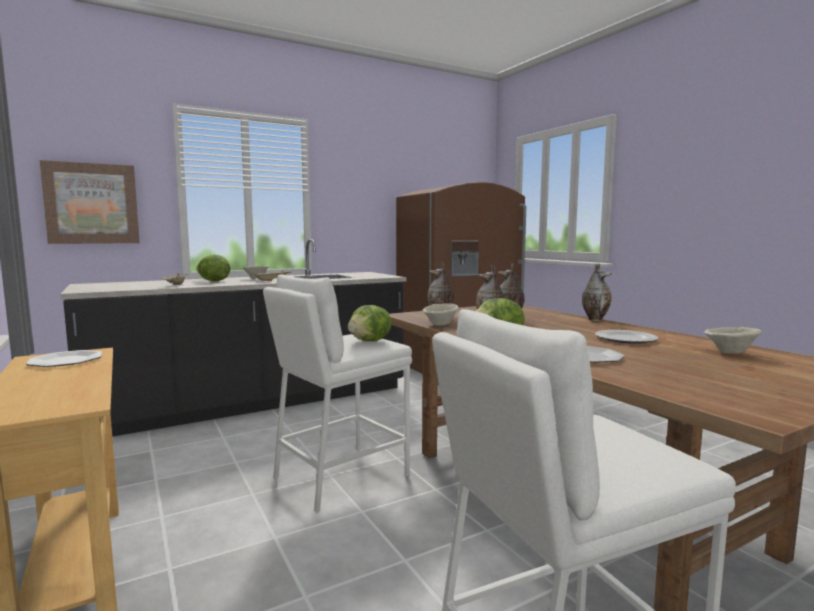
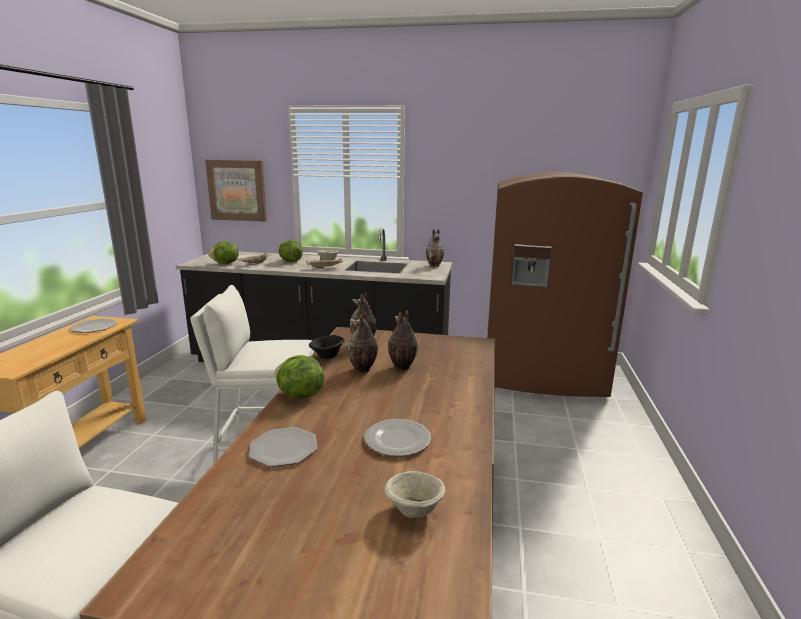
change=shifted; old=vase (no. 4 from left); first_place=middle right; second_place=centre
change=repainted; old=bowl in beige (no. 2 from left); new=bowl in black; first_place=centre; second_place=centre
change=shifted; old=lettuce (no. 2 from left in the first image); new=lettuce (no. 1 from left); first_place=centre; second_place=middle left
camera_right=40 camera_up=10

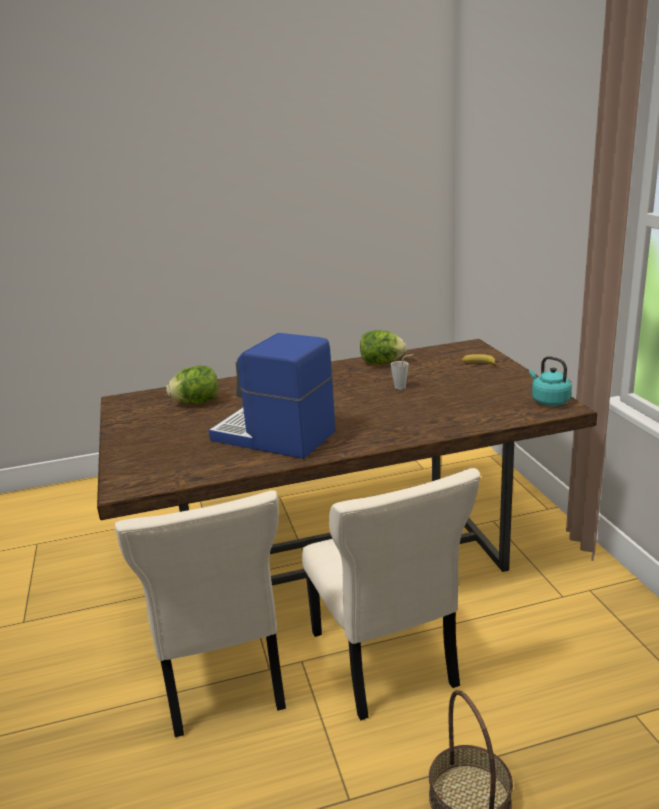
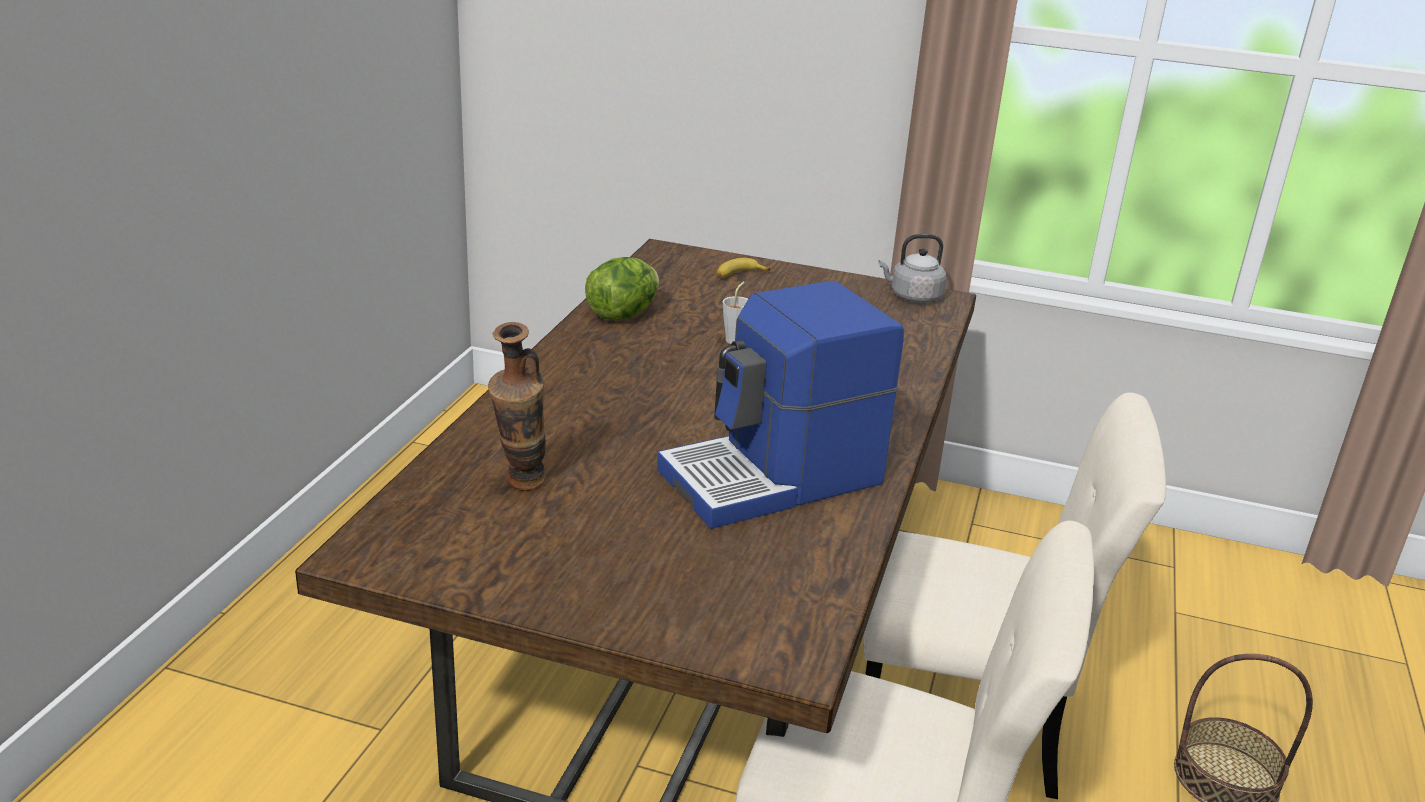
change=repainted; old=kettle in turquoise; new=kettle in grey; first_place=middle right; second_place=centre
change=swapped; old=lettuce (no. 1 from left); new=vase; first_place=middle left; second_place=centre
camera_right=-60 camera_up=5

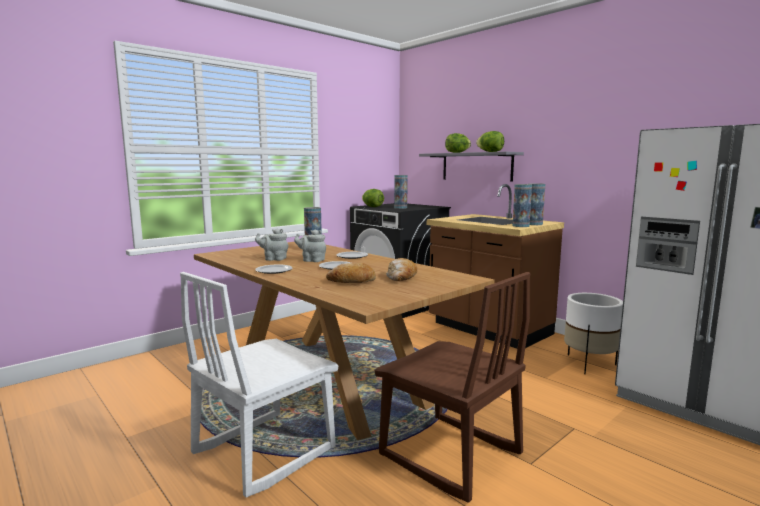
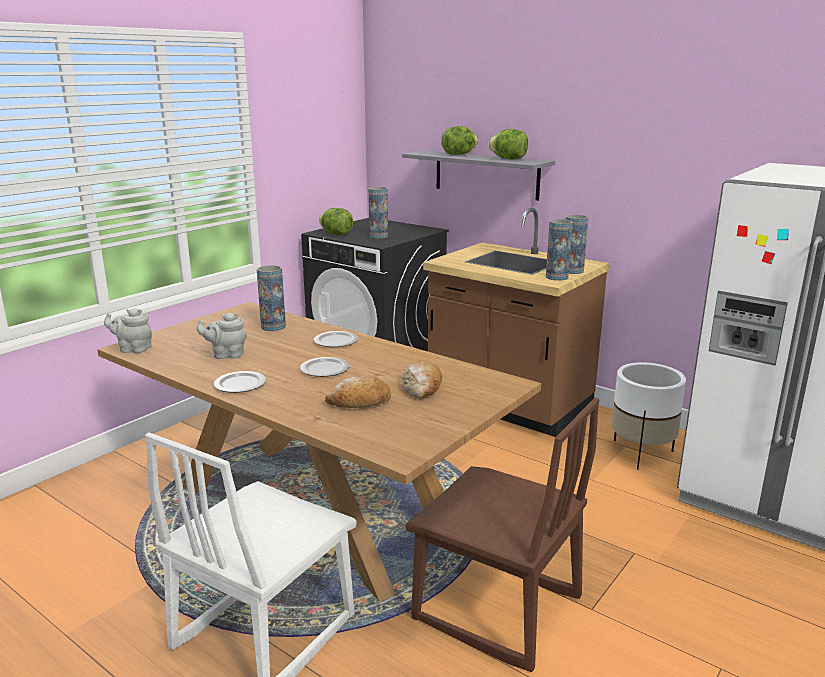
change=shifted; old=teapot in grey (no. 2 from left in the first image); new=teapot in grey (no. 1 from left); first_place=centre; second_place=middle left
camera_right=-10 camera_up=10

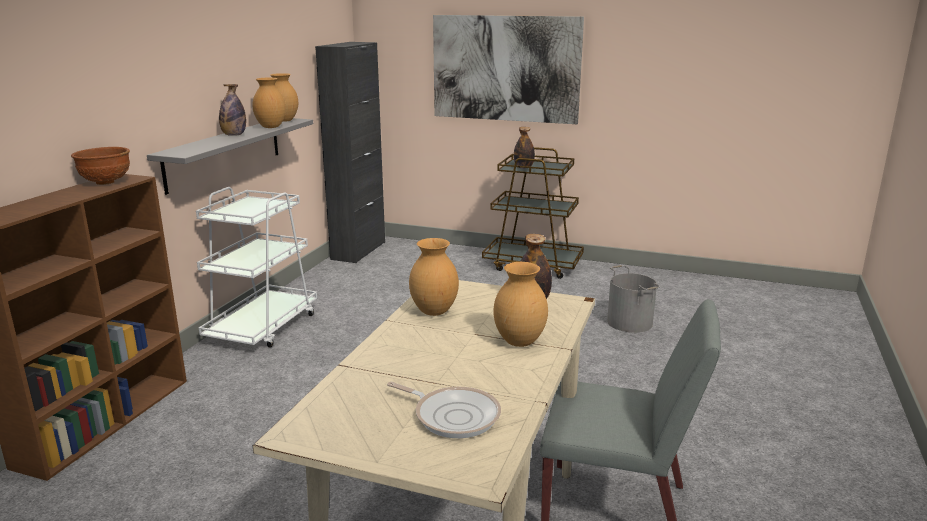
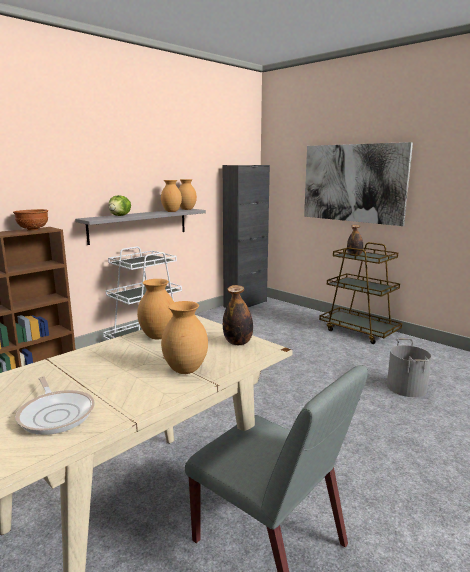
change=gone; old=bottle (no. 1 from left); first_place=top left
change=new; new=lettuce; second_place=middle left
camera_right=25 camera_up=-5

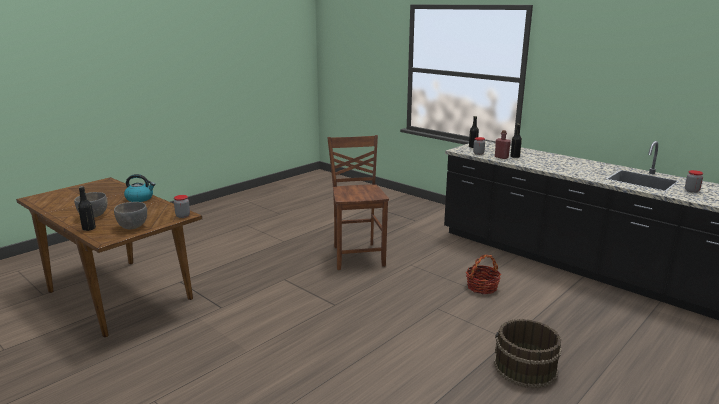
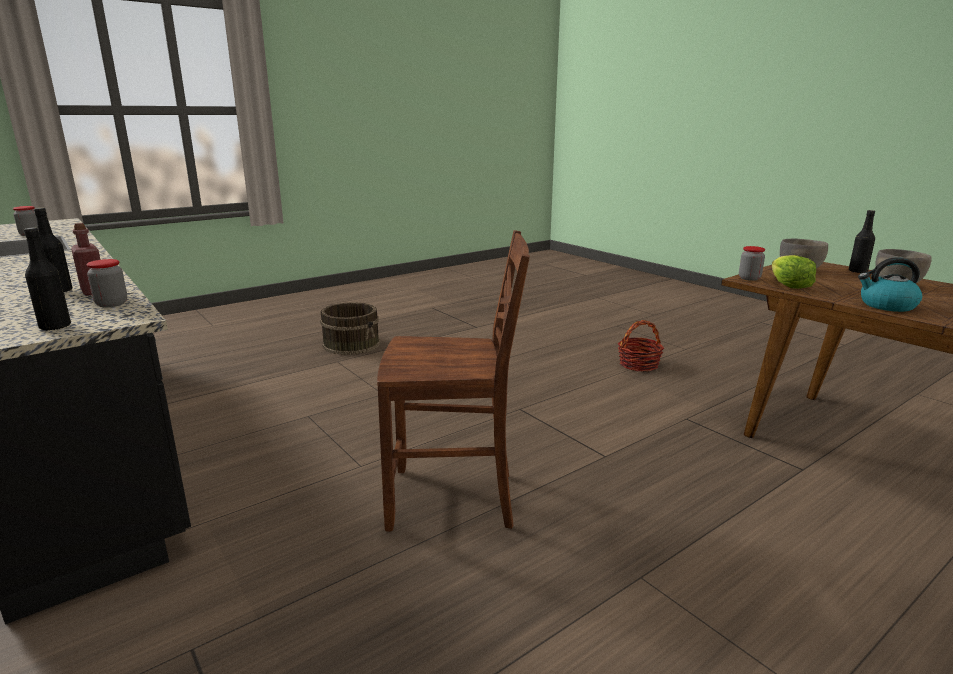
change=rotated; old=chair in brown; first_place=centre; second_place=centre; degrees=-90
change=shifted; old=basket; first_place=bottom right; second_place=middle right
change=new; new=lettuce; second_place=middle right
camera_right=-170 camera_up=0

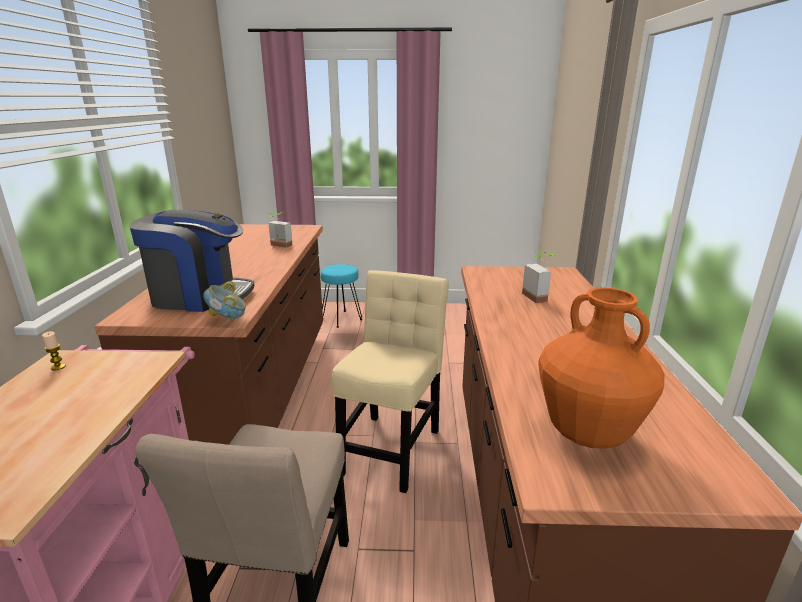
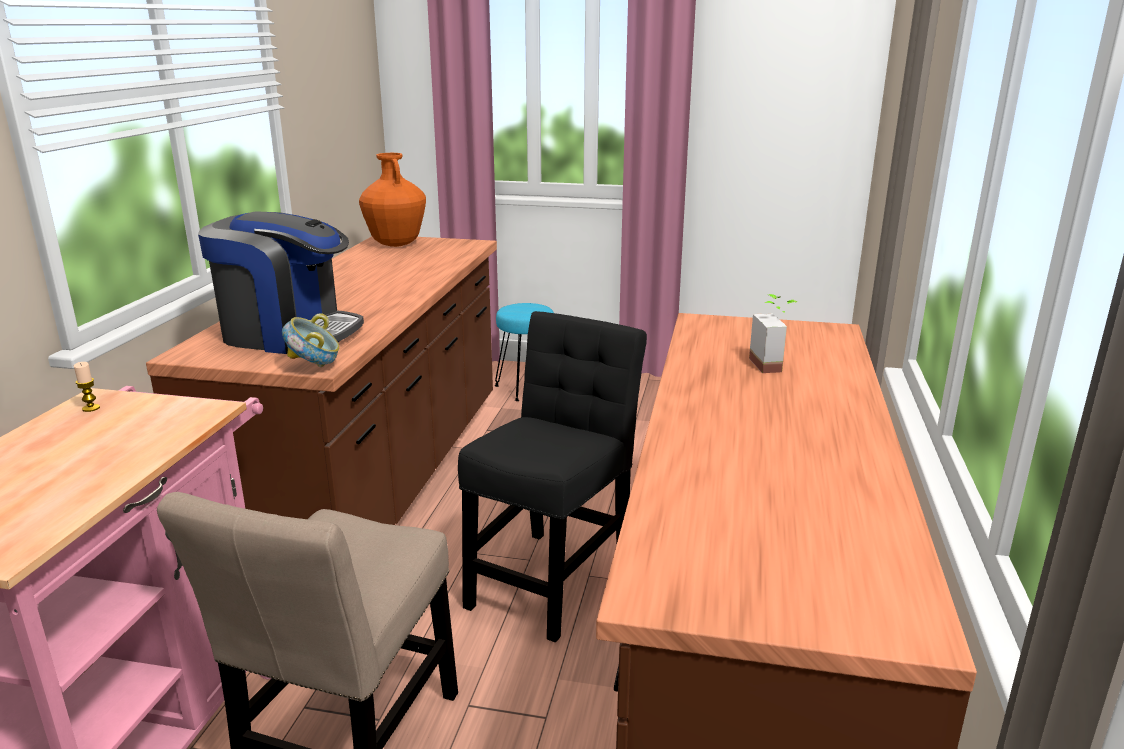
change=gone; old=potted plant (no. 1 from left); first_place=centre
change=repainted; old=chair in beige (no. 2 from left); new=chair in black; first_place=centre; second_place=centre
change=shifted; old=vase in orange; first_place=middle right; second_place=top centre
camera_right=10 camera_up=0

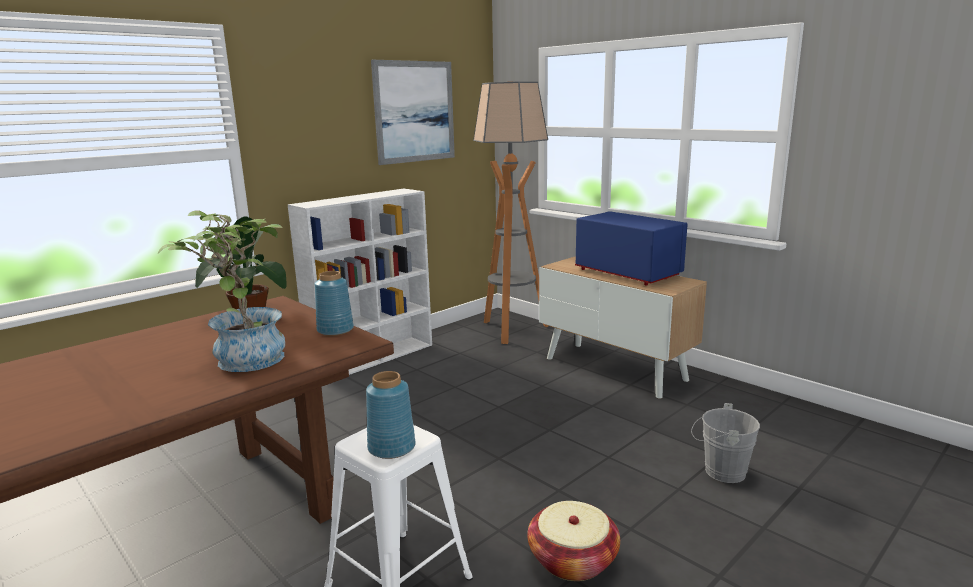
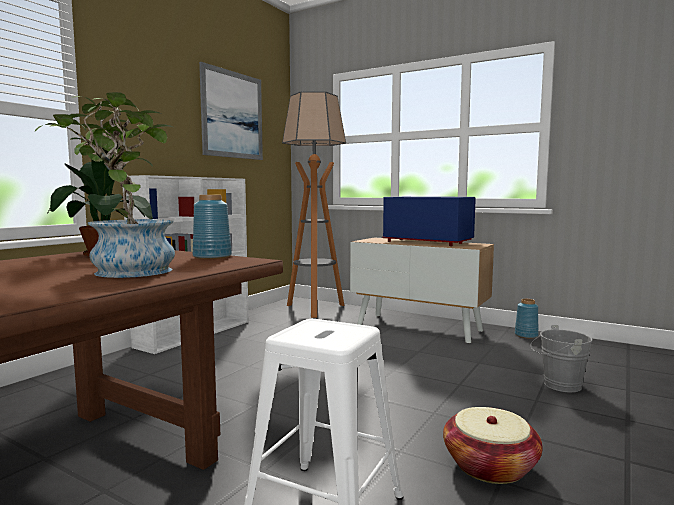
change=shifted; old=vase in blue (no. 2 from left); first_place=bottom centre; second_place=middle right
camera_right=-15 camera_up=-10

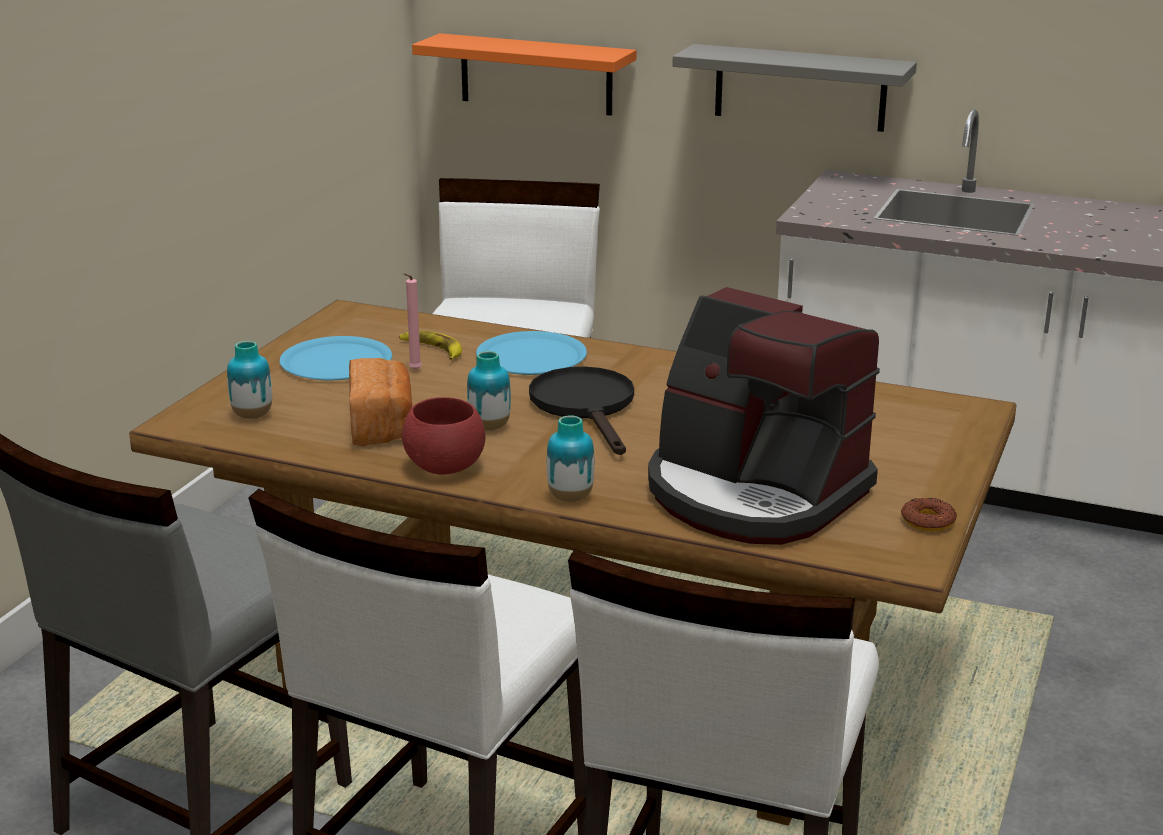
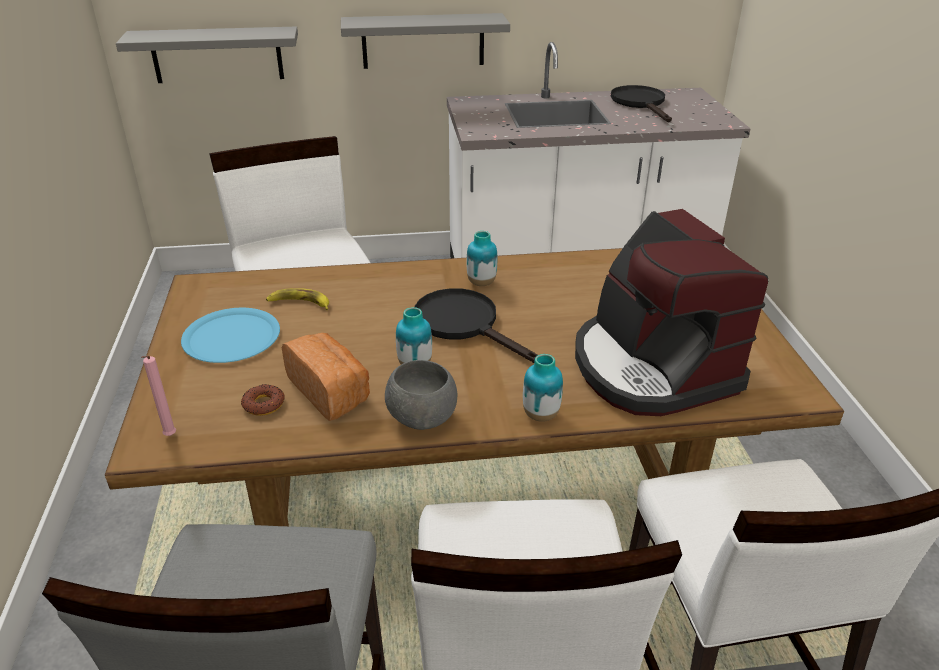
change=repainted; old=shelf in orange; new=shelf in grey (no. 1 from left); first_place=top centre; second_place=top left
change=shifted; old=candle in pink; first_place=centre; second_place=middle left
change=rotated; old=coffee machine; first_place=centre; second_place=middle right; degrees=60
change=gone; old=plate in blue (no. 2 from left); first_place=centre
change=shifted; old=vase (no. 1 from left in the first image); new=vase (no. 2 from left); first_place=middle left; second_place=centre
change=repainted; old=bowl in red; new=bowl in grey; first_place=centre; second_place=centre
change=shifted; old=donut; first_place=middle right; second_place=middle left
change=new; new=frying pan in black (no. 2 from left); second_place=top right
camera_right=-30 camera_up=10

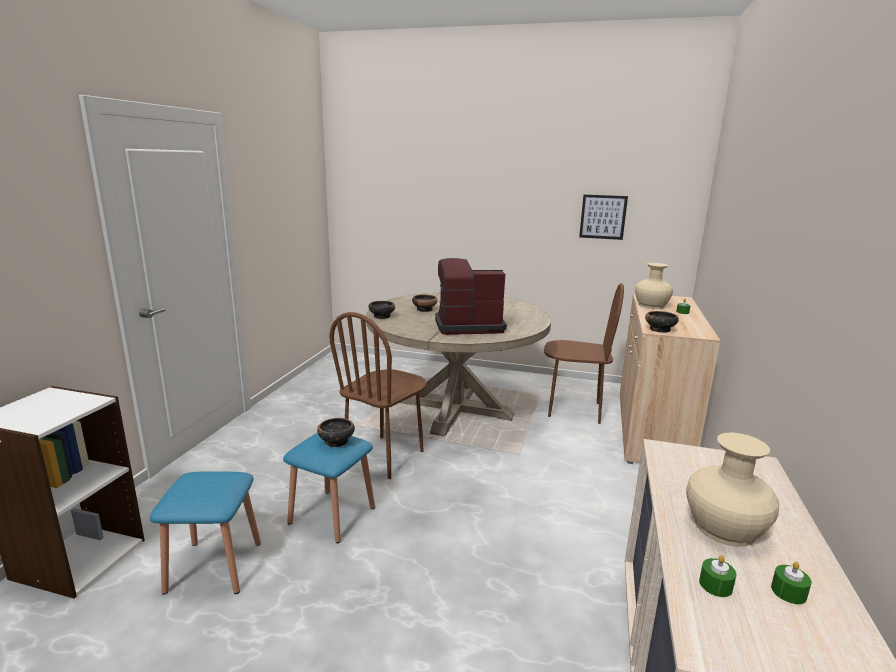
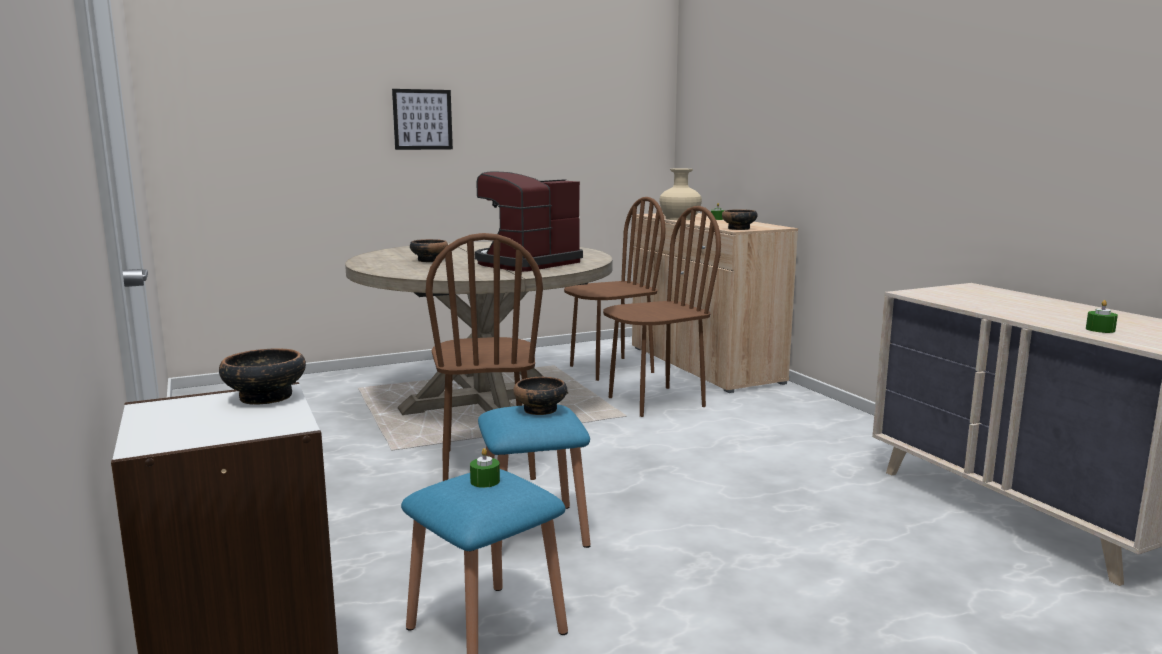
change=shifted; old=picture; first_place=top right; second_place=top centre
change=shifted; old=bowl (no. 2 from left in the first image); new=bowl (no. 1 from left); first_place=centre; second_place=middle left
change=gone; old=vase in beige (no. 2 from left); first_place=bottom right
change=shifted; old=candle in green (no. 3 from left in the first image); new=candle in green (no. 1 from left); first_place=bottom right; second_place=bottom centre
change=new; new=chair in brown (no. 3 from left); second_place=centre
camera_right=-40 camera_up=-5

